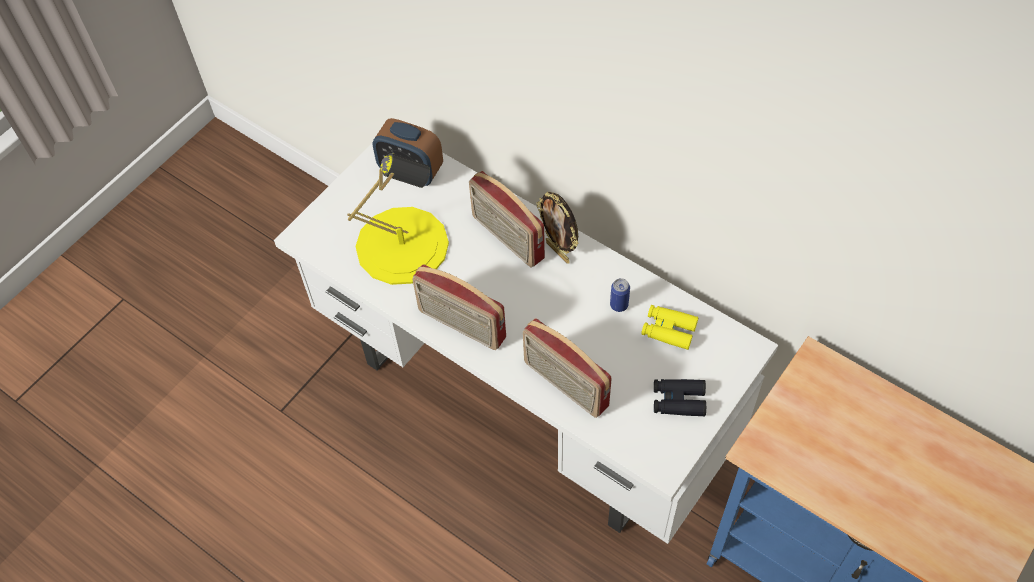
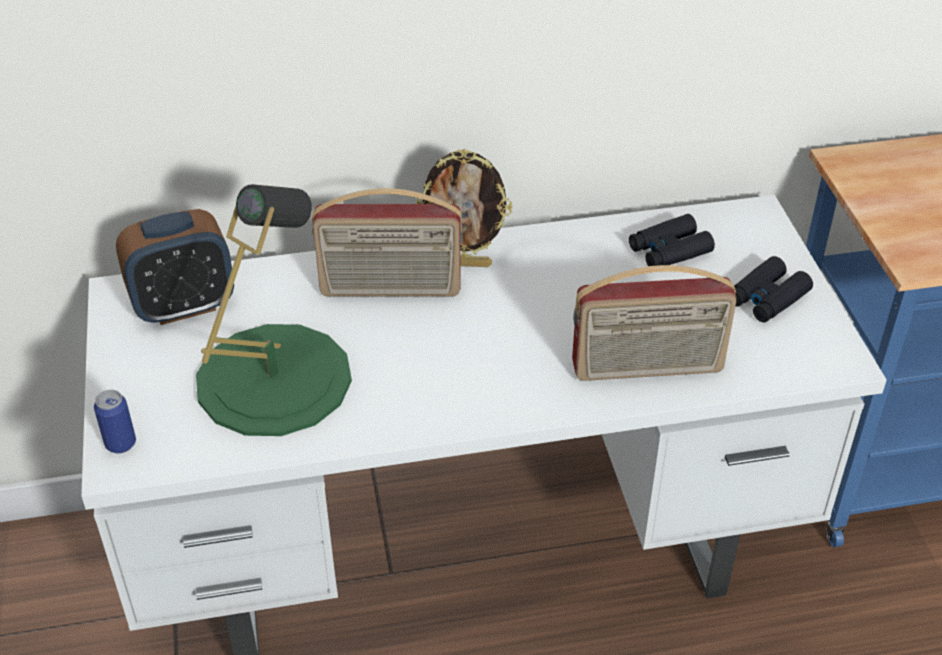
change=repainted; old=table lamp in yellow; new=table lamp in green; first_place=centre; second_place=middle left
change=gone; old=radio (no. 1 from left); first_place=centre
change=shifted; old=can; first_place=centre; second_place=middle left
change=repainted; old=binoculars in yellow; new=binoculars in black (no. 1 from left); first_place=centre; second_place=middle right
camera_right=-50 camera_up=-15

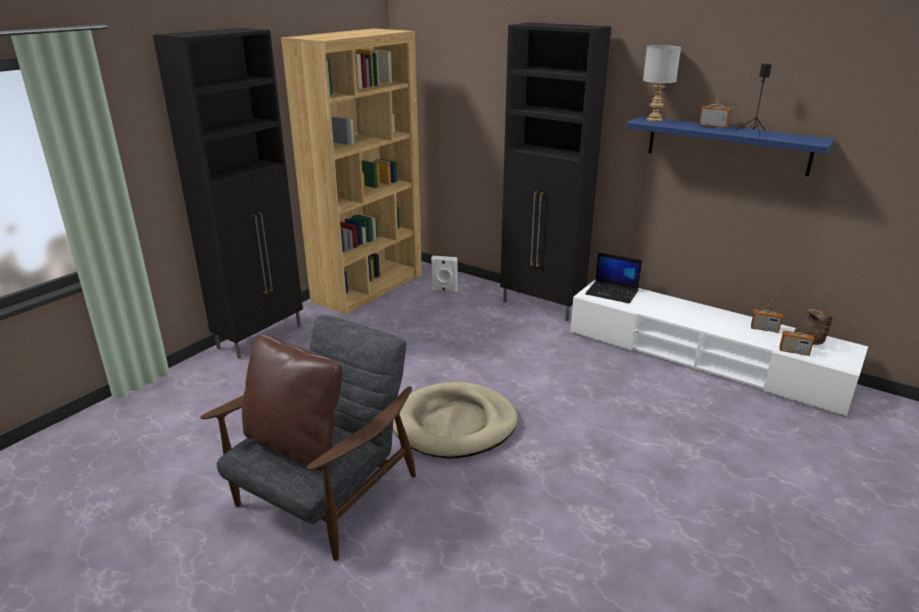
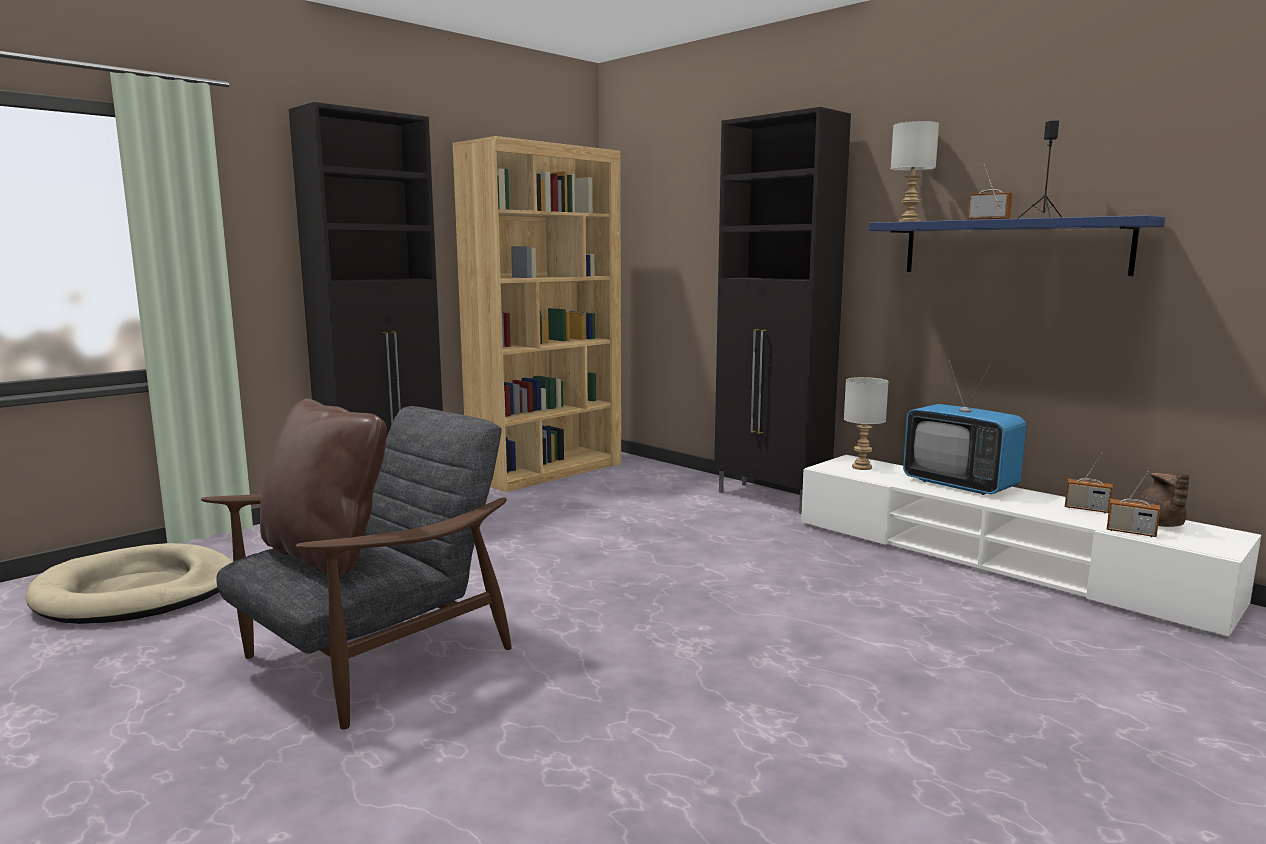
change=swapped; old=laptop; new=table lamp in grey (no. 1 from left); first_place=middle right; second_place=middle right
change=gone; old=speaker in white; first_place=centre
change=shifted; old=dog bed in beige; first_place=bottom centre; second_place=bottom left
change=new; new=television; second_place=middle right
camera_right=10 camera_up=-15

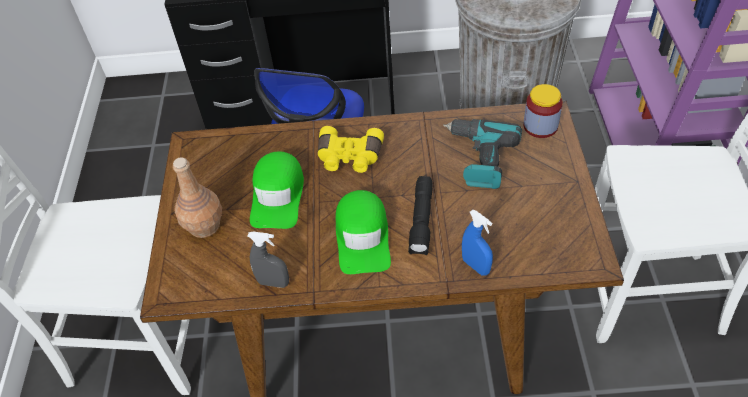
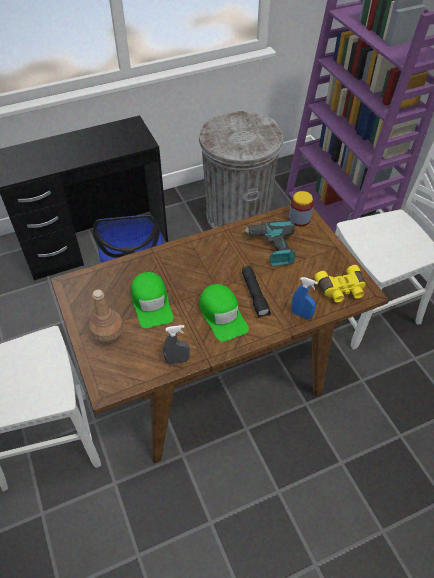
change=shifted; old=binoculars in yellow; first_place=centre; second_place=middle right
camera_right=-25 camera_up=0

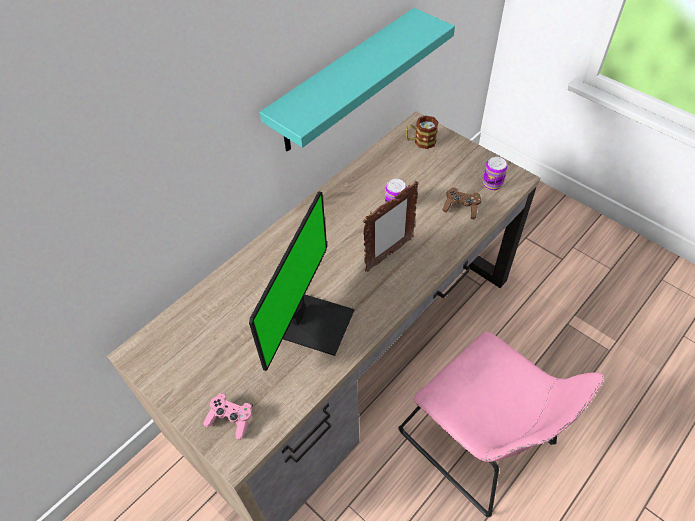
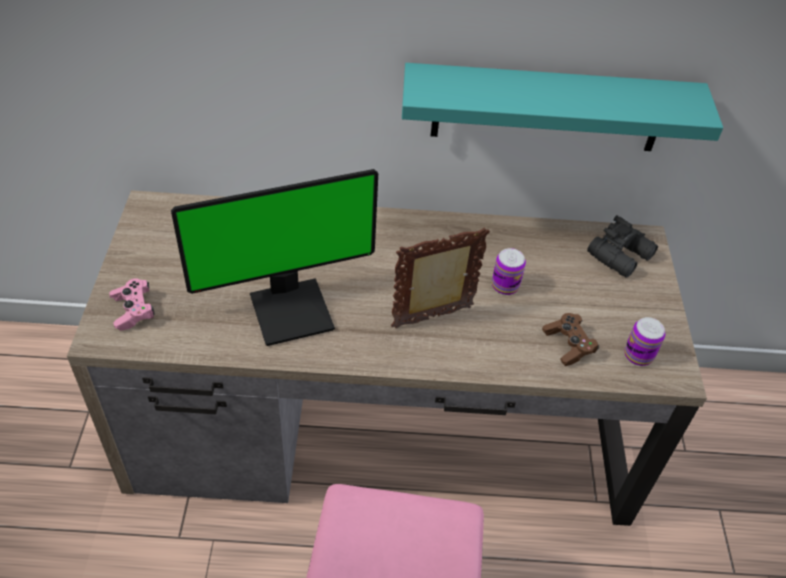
change=swapped; old=mug; new=binoculars in black; first_place=top centre; second_place=middle right
change=rotated; old=picture frame; first_place=centre; second_place=centre; degrees=150
camera_right=45 camera_up=-5

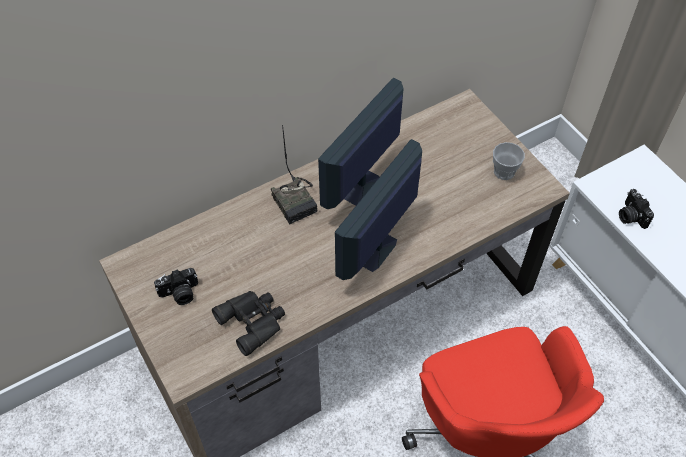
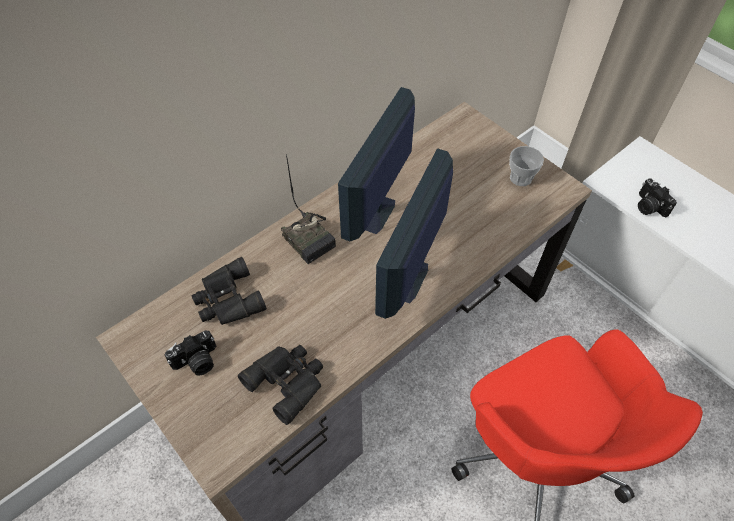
change=new; new=binoculars in black (no. 1 from left); second_place=middle left
camera_right=-10 camera_up=0

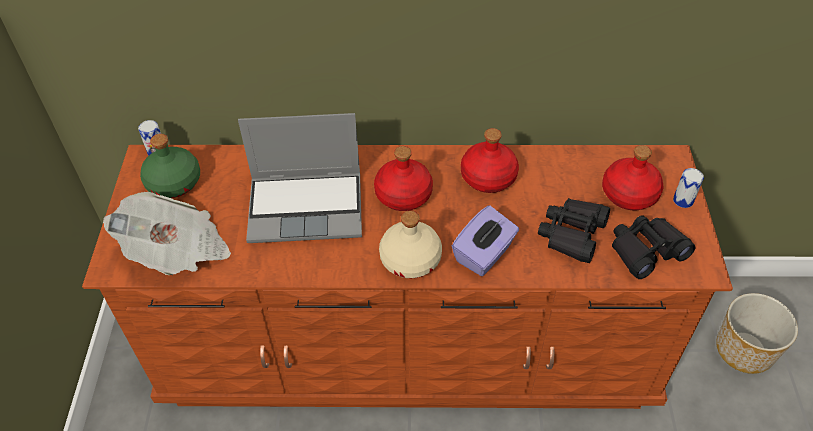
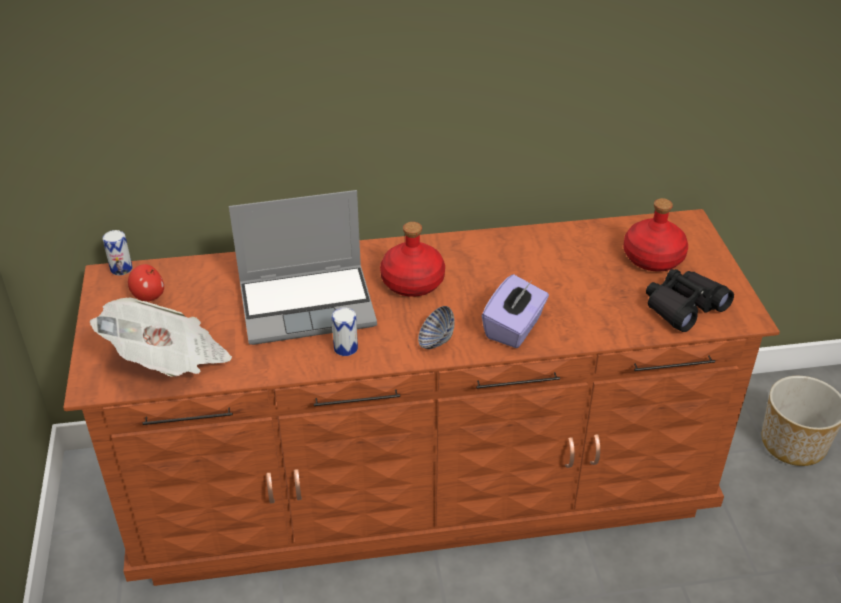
change=gone; old=bottle in red (no. 2 from left); first_place=centre
change=swapped; old=bottle in green; new=apple; first_place=middle left; second_place=middle left
change=shifted; old=can (no. 2 from left); first_place=middle right; second_place=centre
change=gone; old=binoculars in black (no. 1 from left); first_place=middle right
change=swapped; old=bottle in beige; new=bowl; first_place=centre; second_place=centre
camera_right=-10 camera_up=-10

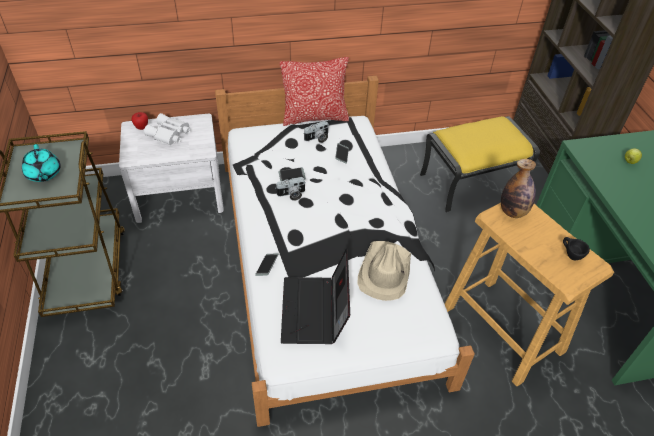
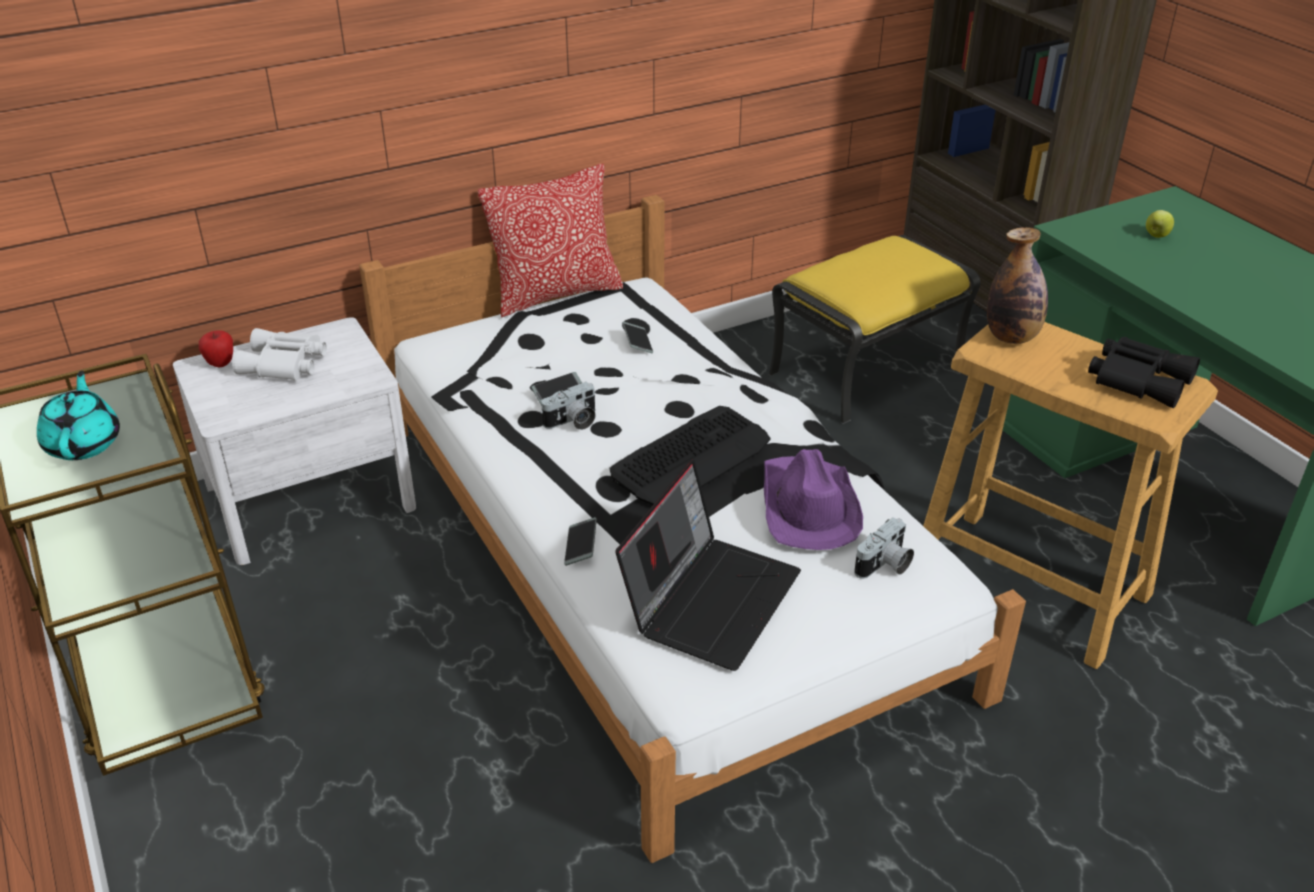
change=shifted; old=photo camera (no. 2 from left); first_place=top centre; second_place=middle right
change=rotated; old=teapot in turquoise; first_place=middle left; second_place=middle left; degrees=-150
change=swapped; old=cup in black; new=binoculars in black; first_place=middle right; second_place=middle right
change=repainted; old=hat in beige; new=hat in purple; first_place=centre; second_place=centre
change=rotated; old=laptop; first_place=bottom centre; second_place=centre; degrees=-135
change=new; new=keyboard; second_place=centre
camera_right=-15 camera_up=-10

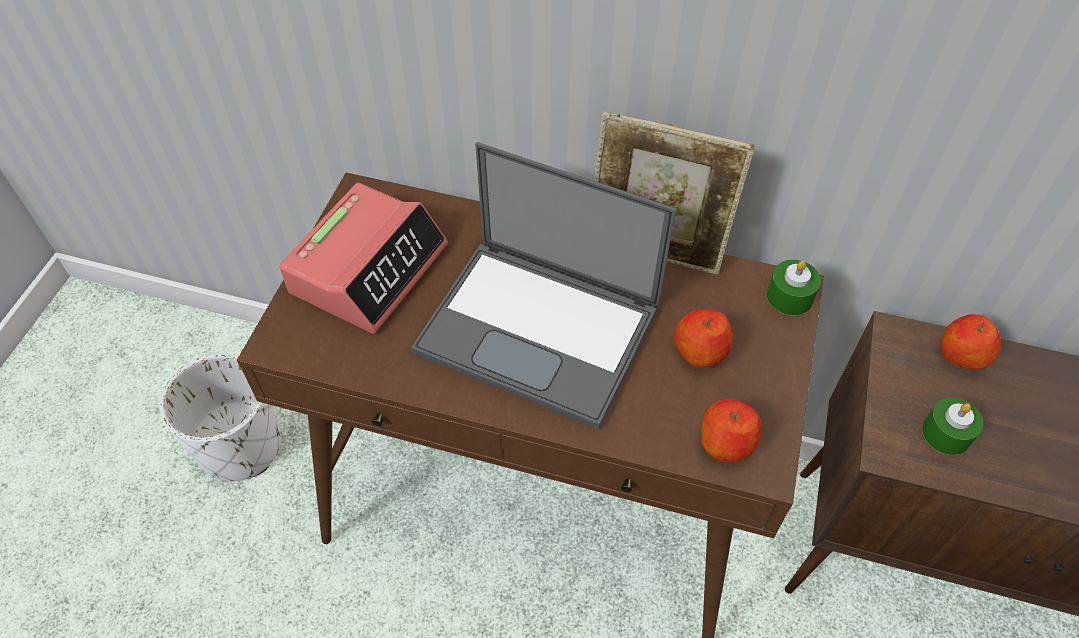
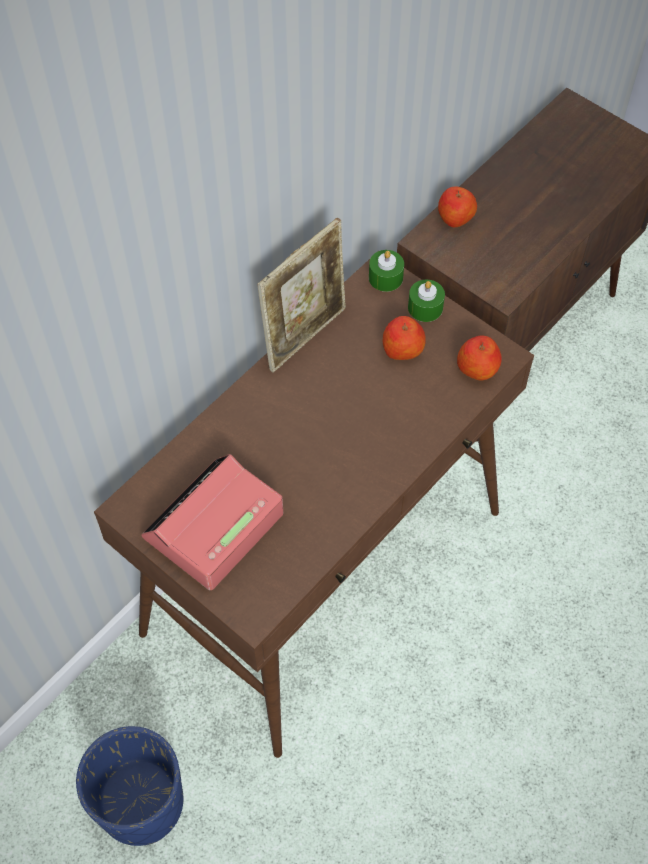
change=gone; old=laptop; first_place=centre
change=rotated; old=alarm clock; first_place=centre; second_place=middle left; degrees=-105
change=repainted; old=planter in white; new=planter in blue; first_place=middle left; second_place=bottom left
change=shifted; old=candle in green (no. 2 from left); first_place=bottom right; second_place=centre
camera_right=-65 camera_up=5

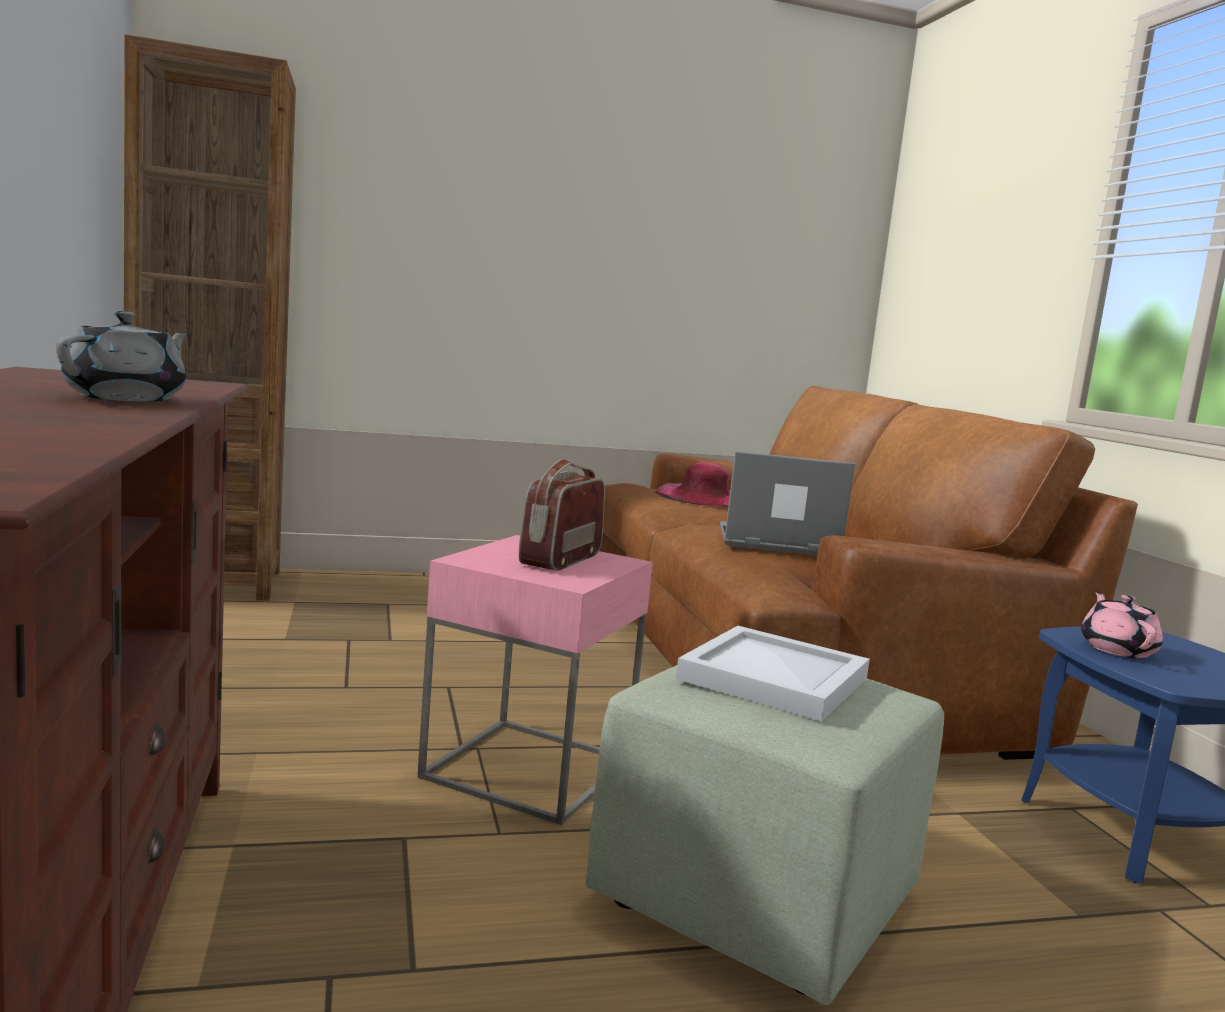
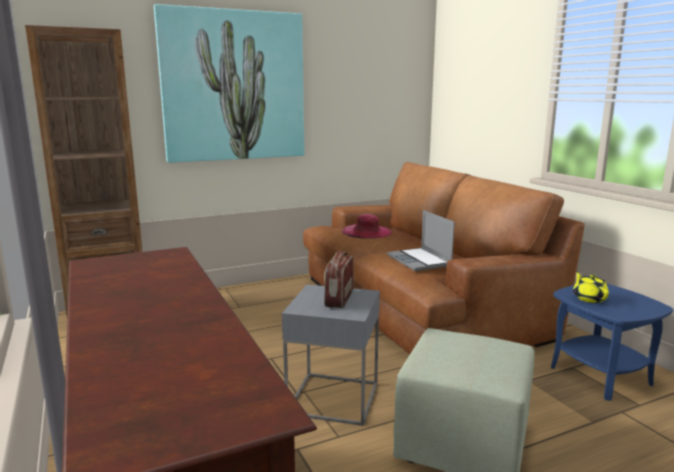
change=gone; old=teapot in grey; first_place=middle left
change=rotated; old=laptop; first_place=centre; second_place=centre; degrees=-105
change=repainted; old=side table in pink; new=side table in grey; first_place=bottom centre; second_place=bottom centre
change=repainted; old=teapot in pink; new=teapot in yellow; first_place=middle right; second_place=middle right
change=gone; old=tray in white; first_place=centre
change=new; new=picture; second_place=top centre
camera_right=-10 camera_up=5

